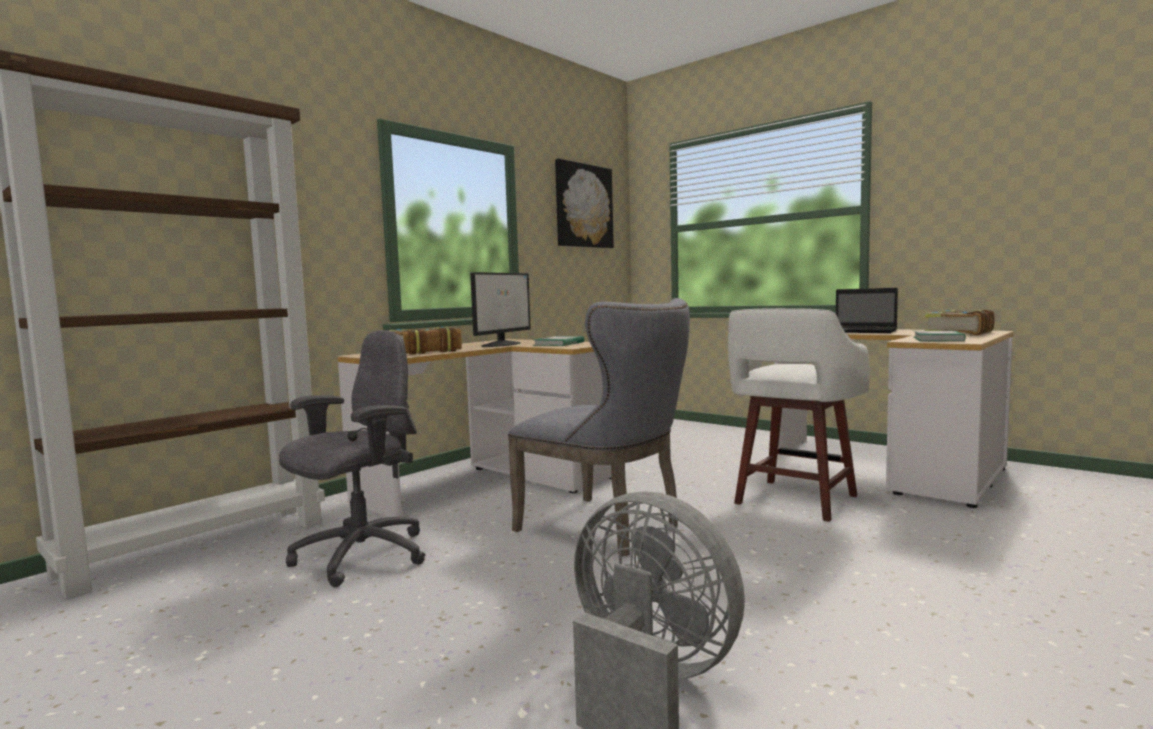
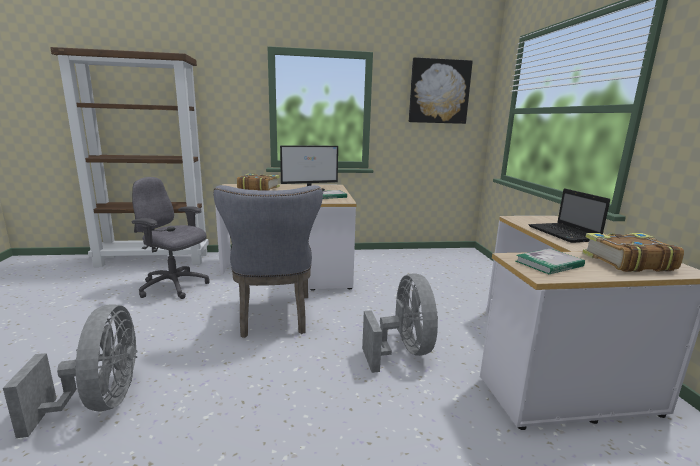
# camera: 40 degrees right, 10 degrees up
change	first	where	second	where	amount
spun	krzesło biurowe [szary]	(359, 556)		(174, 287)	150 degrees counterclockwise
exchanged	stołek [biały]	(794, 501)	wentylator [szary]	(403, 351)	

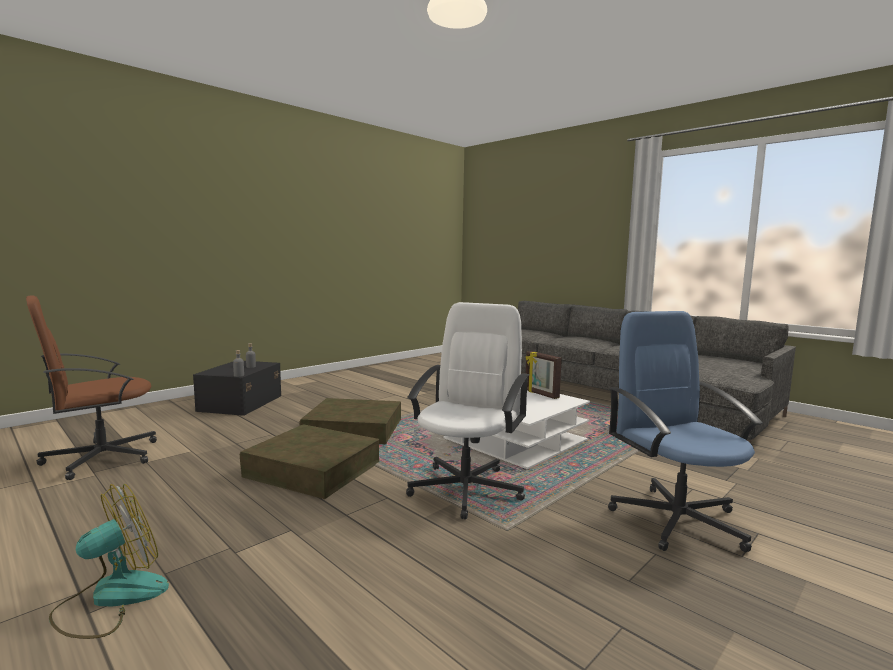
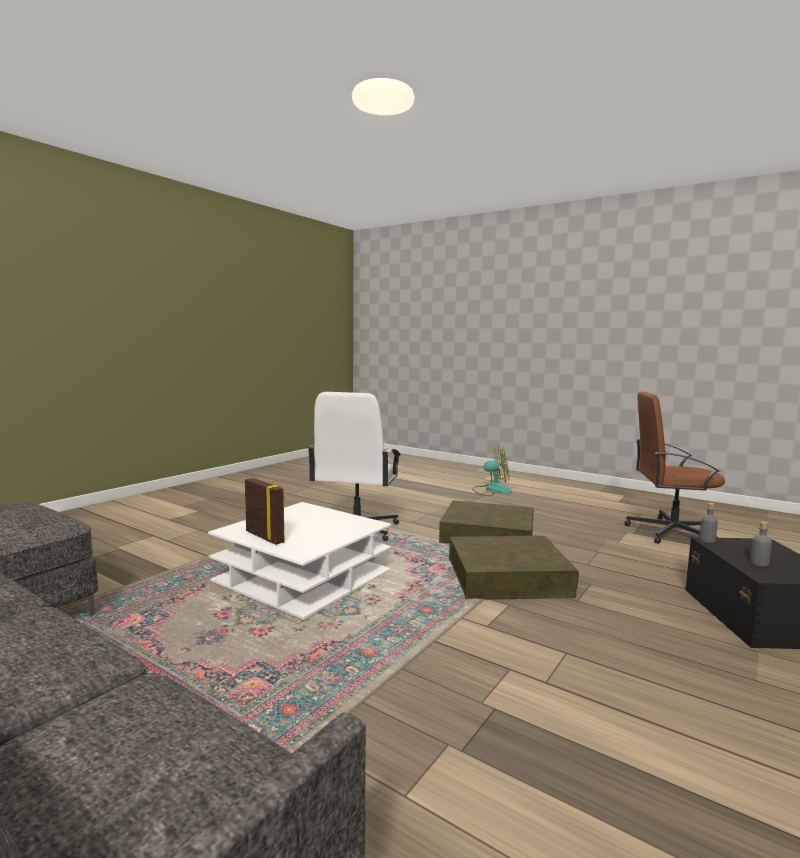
# camera: 170 degrees right, 0 degrees up
change	first	where	second	where	amount
spun	wentylator	(111, 598)		(491, 490)	120 degrees counterclockwise
spun	krzesło biurowe [brązowy]	(100, 458)		(670, 532)	120 degrees counterclockwise
missing	krzesło biurowe [niebieski]	(677, 519)			

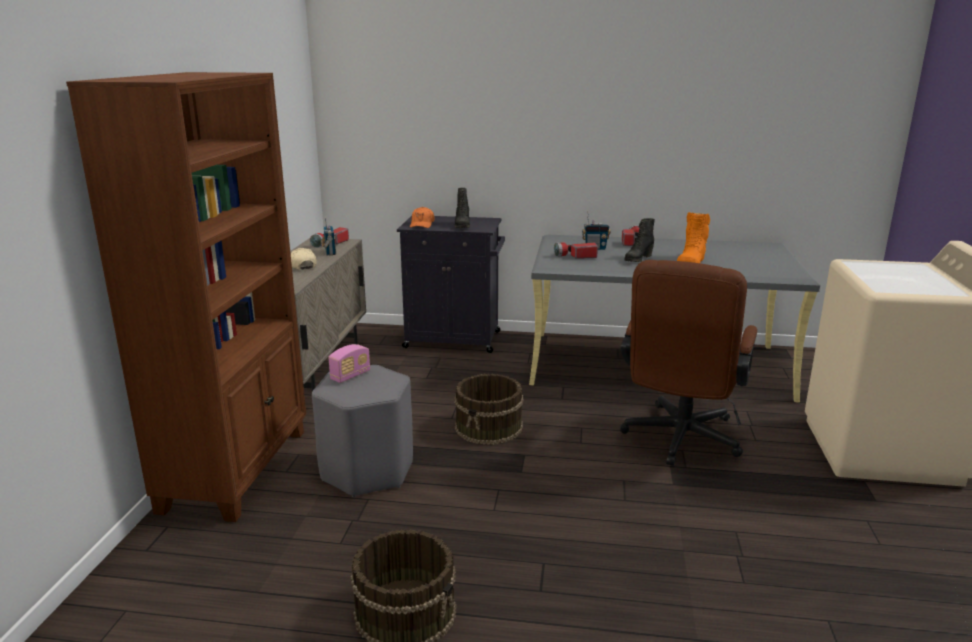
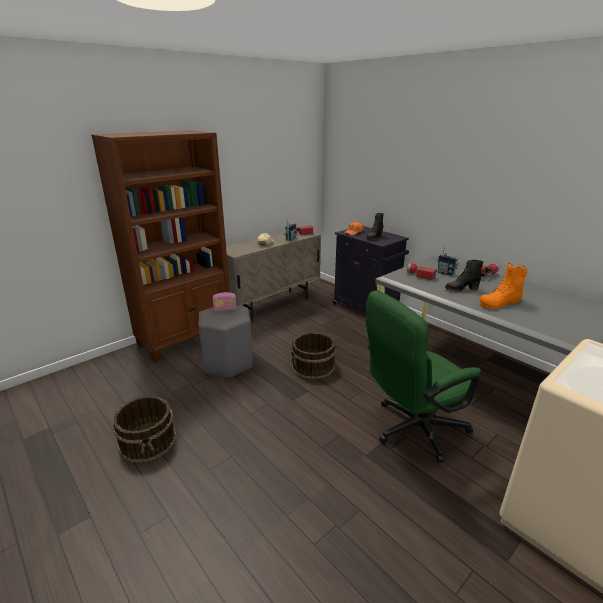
# camera: 40 degrees right, 5 degrees up
change	first	where	second	where	amount
colour	krzesło biurowe [brązowy]	(679, 441)	krzesło biurowe [zielony]	(412, 429)	

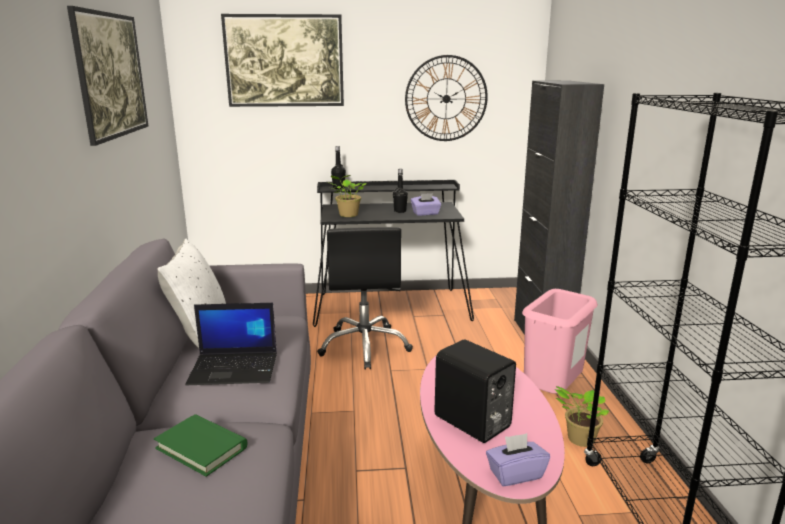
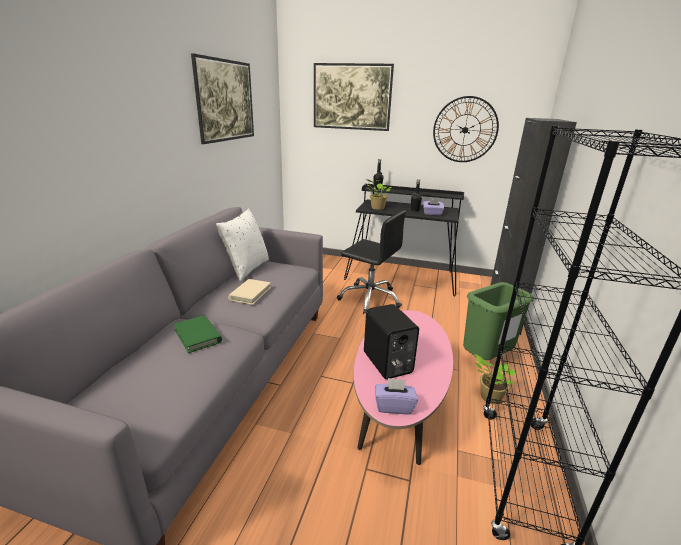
# camera: 20 degrees right, 5 degrees up
change	first	where	second	where	amount
exchanged	laptop	(235, 368)	książka [beżowy]	(250, 293)	
spun	krzesło biurowe [czarny]	(365, 346)		(370, 298)	75 degrees counterclockwise
colour	kosz na śmieci [różowy]	(552, 395)	kosz na śmieci [zielony]	(486, 360)	

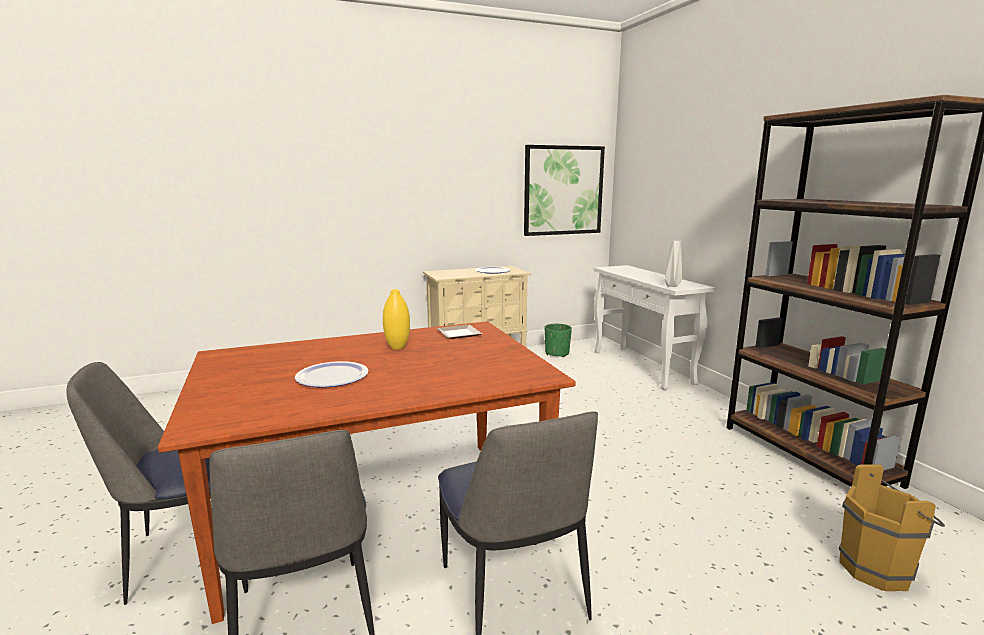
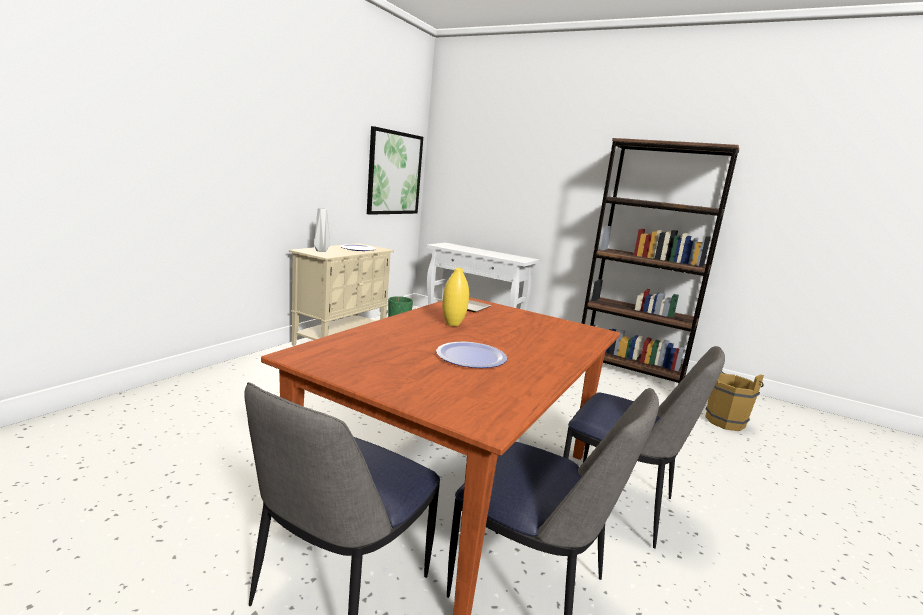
# camera: 40 degrees left, 0 degrees up
change	first	where	second	where	amount
relocated	wazon [szary]	(672, 285)		(321, 251)	

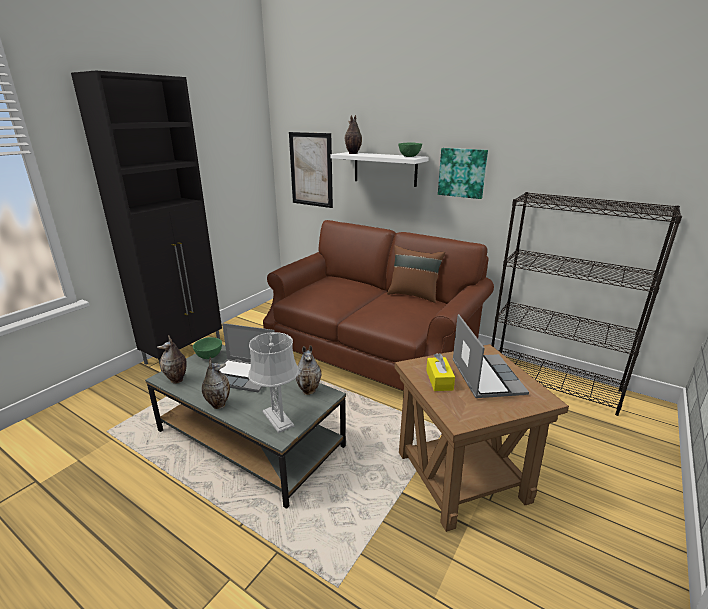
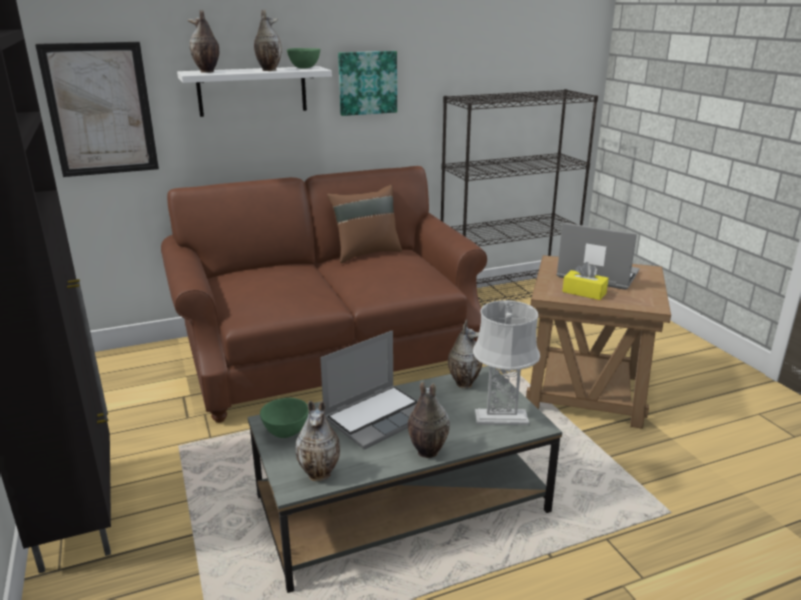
# camera: 55 degrees left, 0 degrees up
change	first	where	second	where	amount
appeared			wazon	(268, 70)	

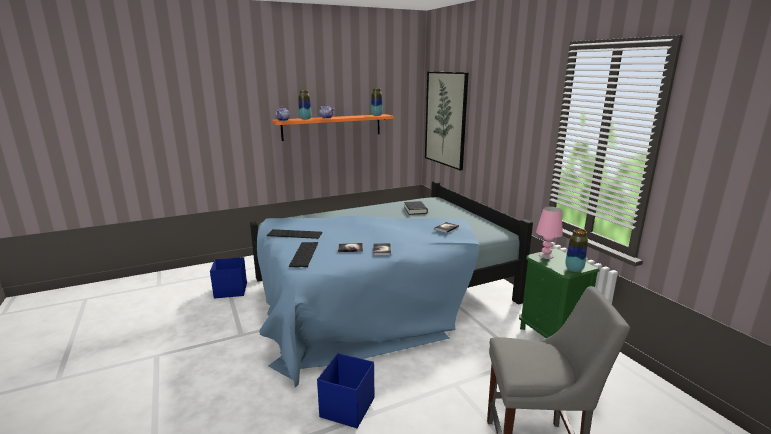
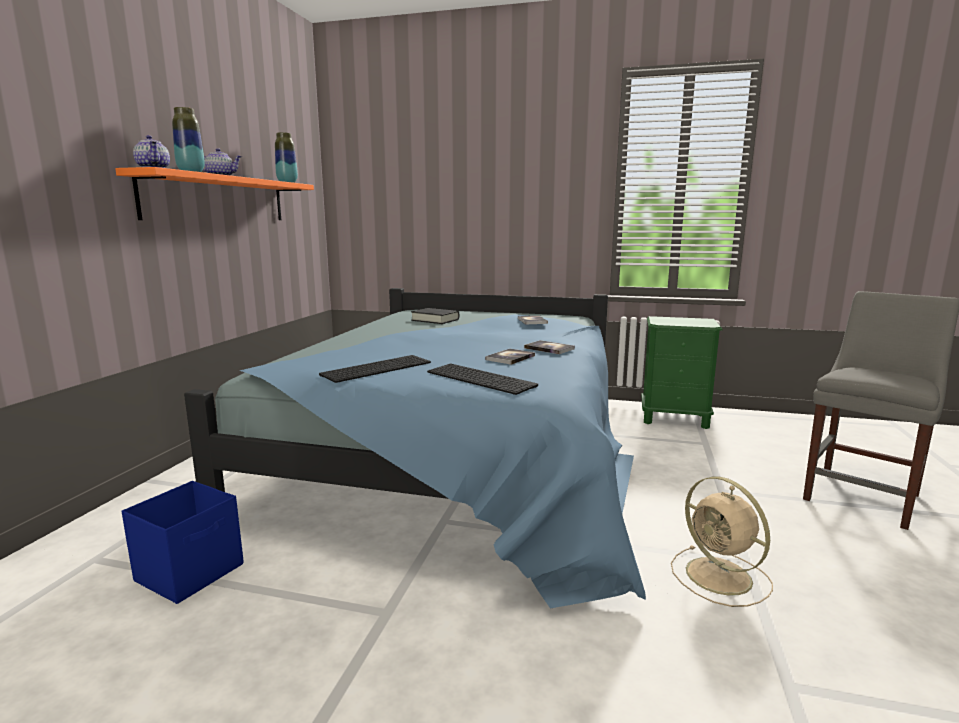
# camera: 50 degrees left, 5 degrees down
change	first	where	second	where	amount
exchanged	pojemnik do przechowywania [niebieski]	(346, 408)	wentylator [beżowy]	(721, 577)	
missing	obraz	(445, 119)			
missing	lampa stołowa [różowy]	(546, 256)			
missing	wazon	(574, 269)			

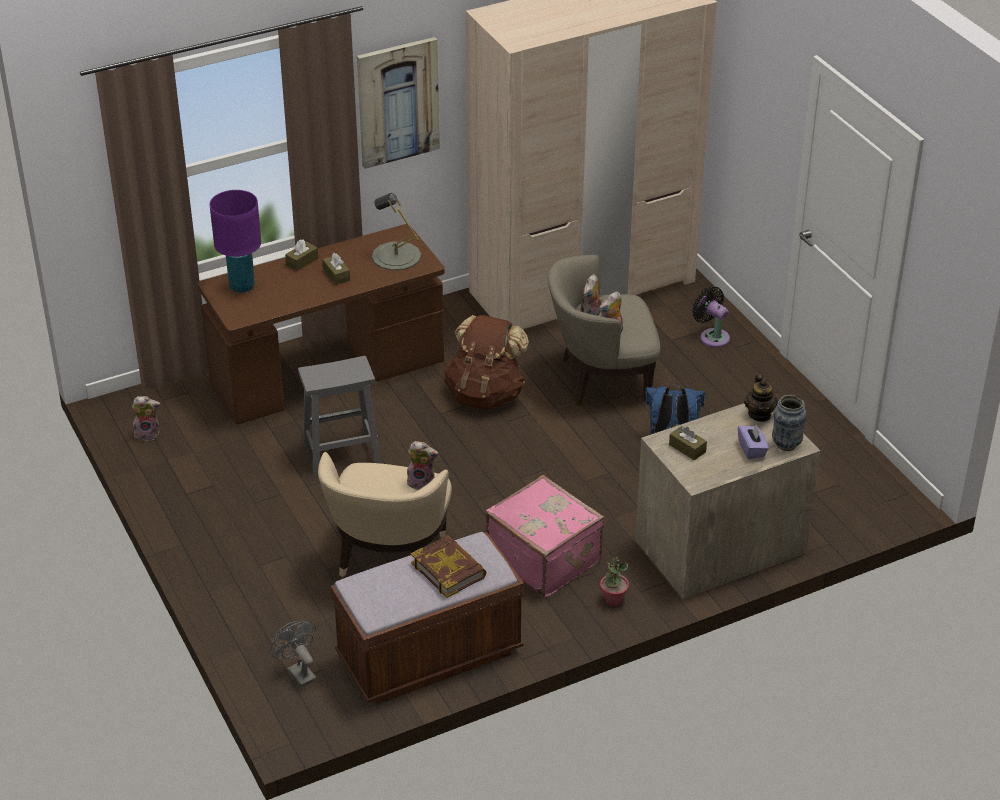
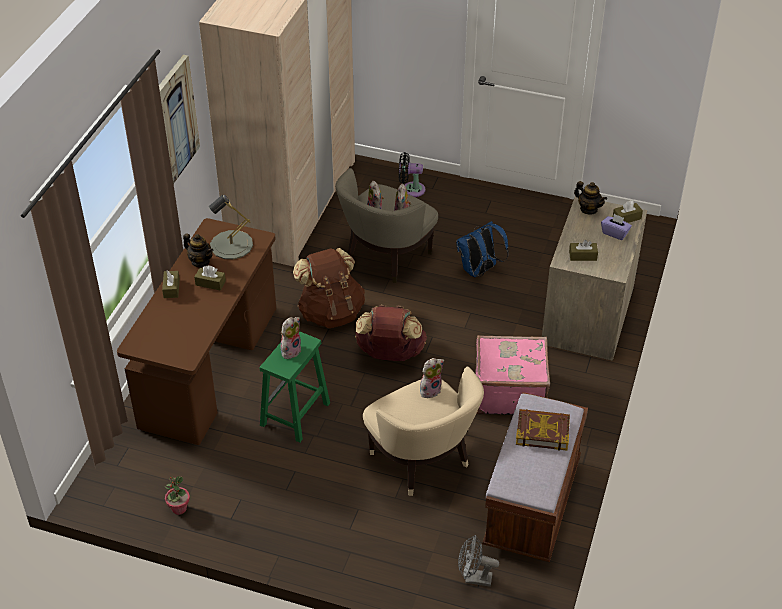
# camera: 45 degrees left, 5 degrees up
change	first	where	second	where	amount
relocated	roślina doniczkowa	(613, 600)		(179, 508)	
appeared			imbryk	(200, 261)	
colour	stołek [szary]	(340, 453)	stołek [zielony]	(295, 415)	
relocated	pluszak	(148, 433)		(290, 350)	
appeared			plecak [brązowy]	(390, 354)	
exchanged	wazon	(786, 444)	pudełko chusteczek [brązowy]	(626, 218)	
missing	lampa stołowa [fioletowy]	(242, 286)			

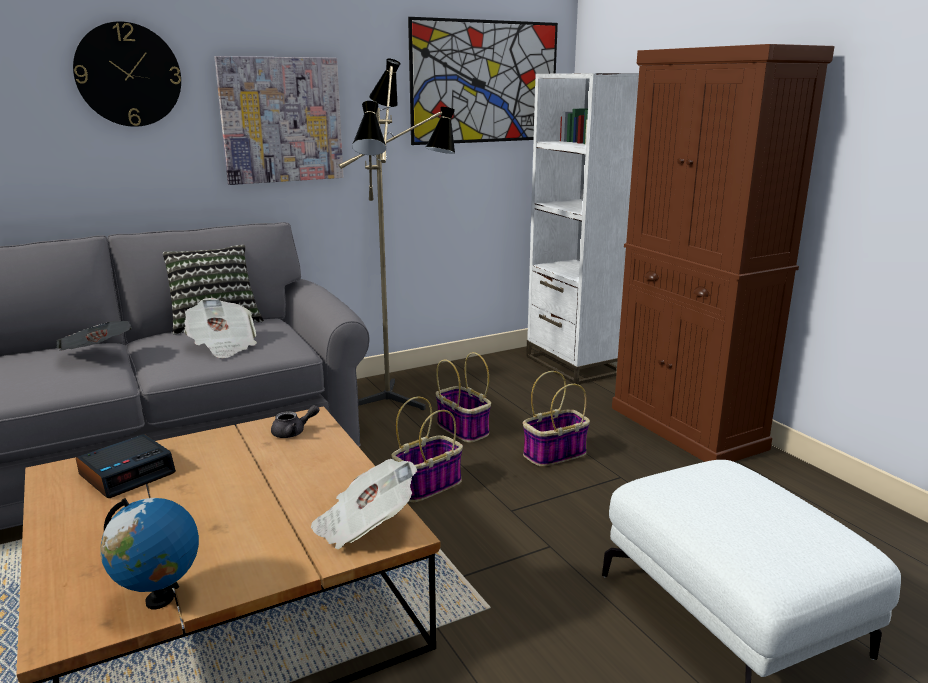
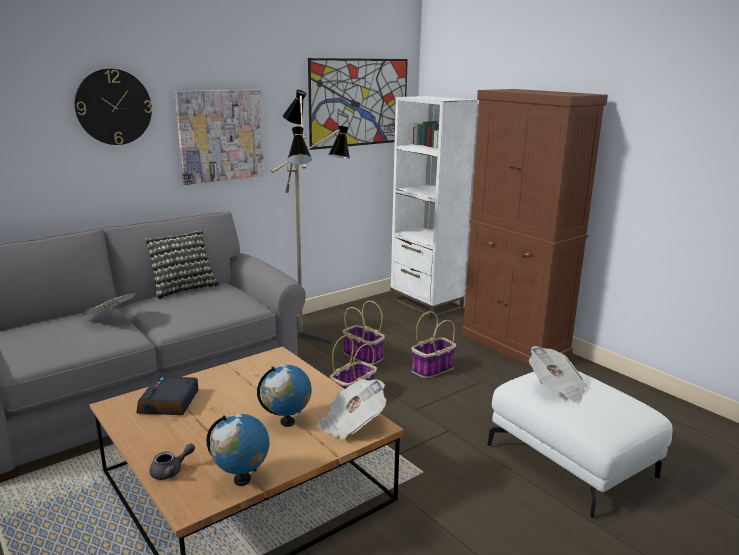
# camera: 10 degrees left, 0 degrees up
change	first	where	second	where	amount
spun	budzik	(128, 474)		(169, 403)	150 degrees clockwise
relocated	imbryk [szary]	(293, 432)		(171, 471)	
appeared			globus	(287, 422)	
relocated	gazeta	(223, 346)		(556, 388)	

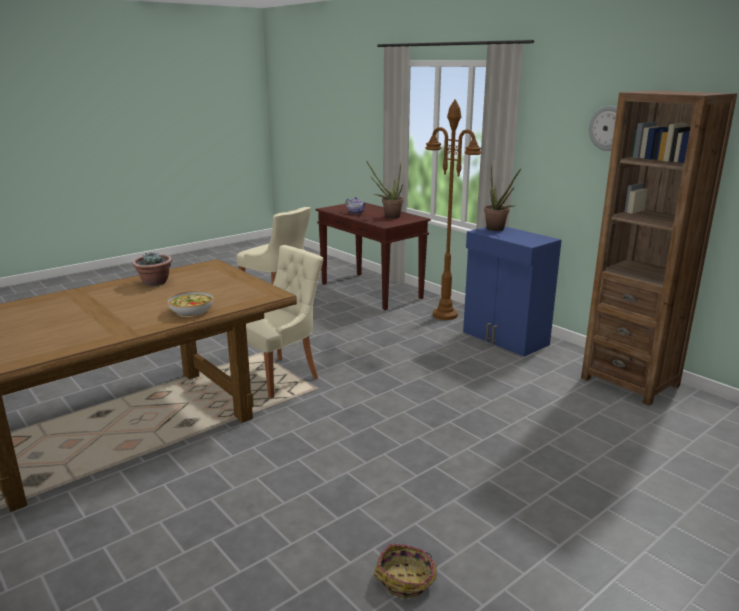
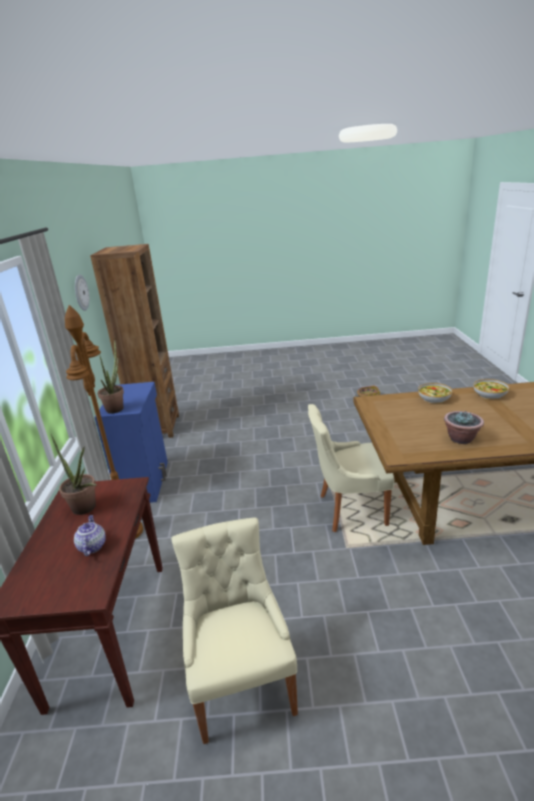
# camera: 140 degrees left, 5 degrees up
change	first	where	second	where	amount
appeared			miska	(489, 394)	

